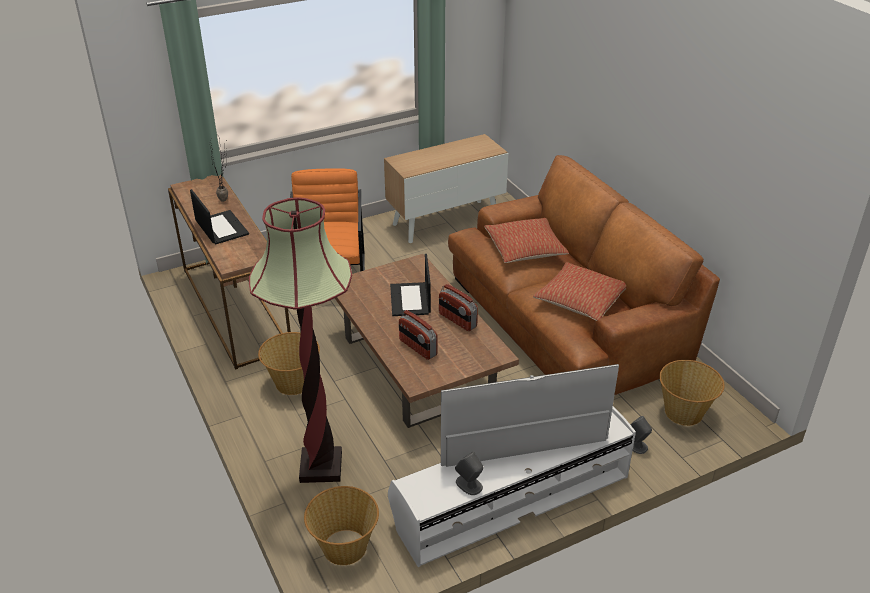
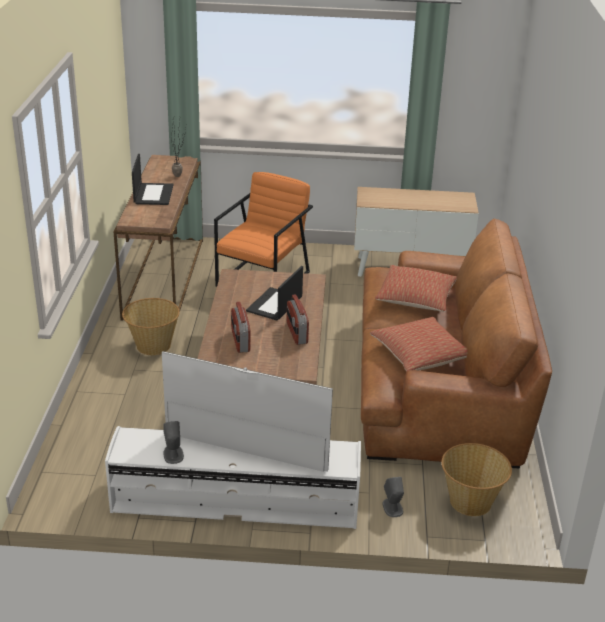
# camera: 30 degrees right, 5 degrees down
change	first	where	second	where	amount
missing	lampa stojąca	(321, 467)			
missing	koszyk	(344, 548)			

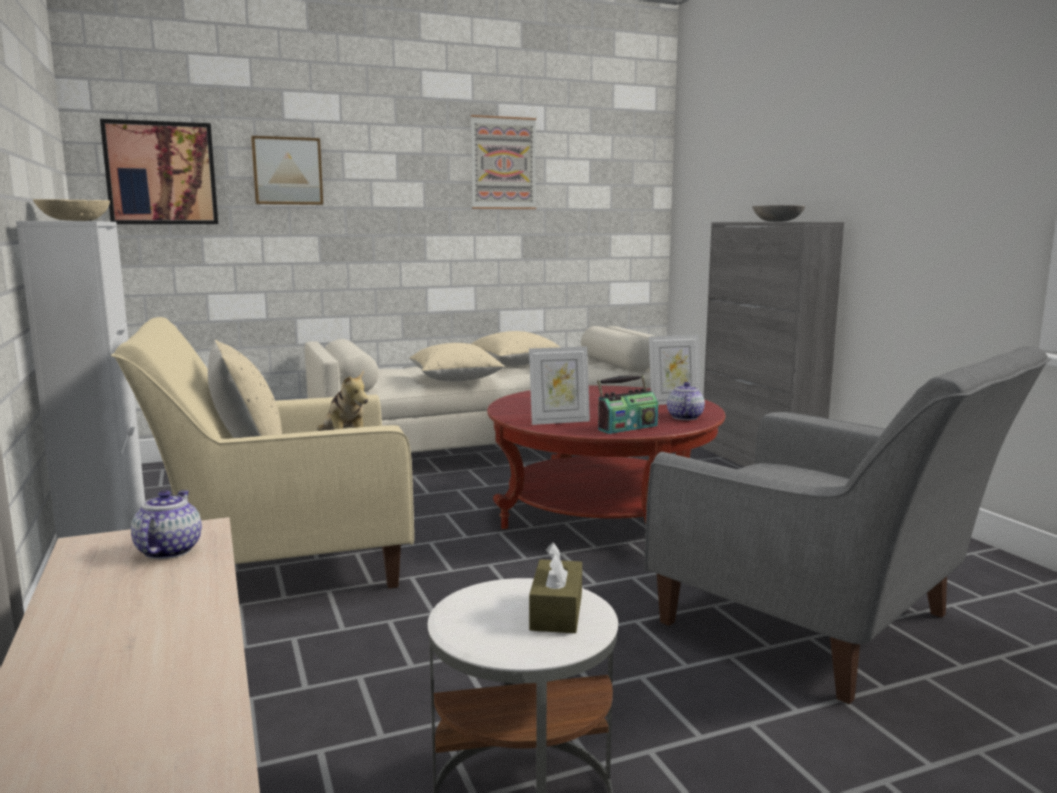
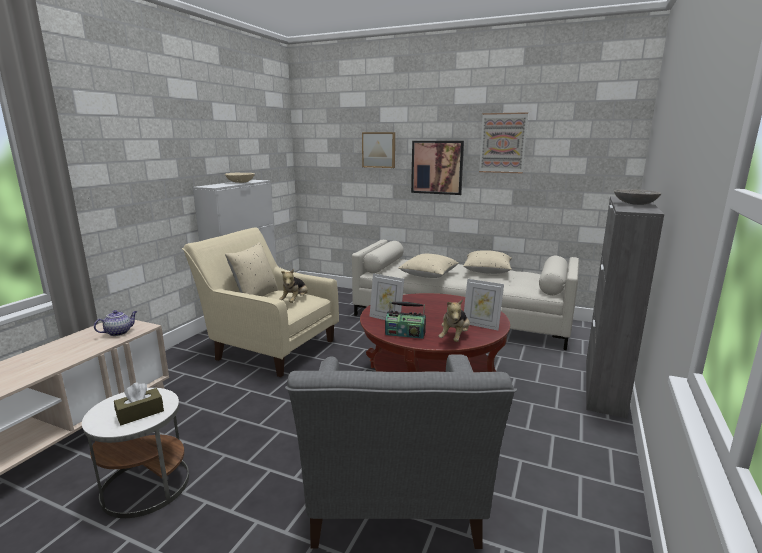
# camera: 45 degrees right, 5 degrees up
change	first	where	second	where	amount
relocated	obraz	(161, 173)		(437, 167)	
exchanged	imbryk	(684, 417)	pluszak	(454, 338)	

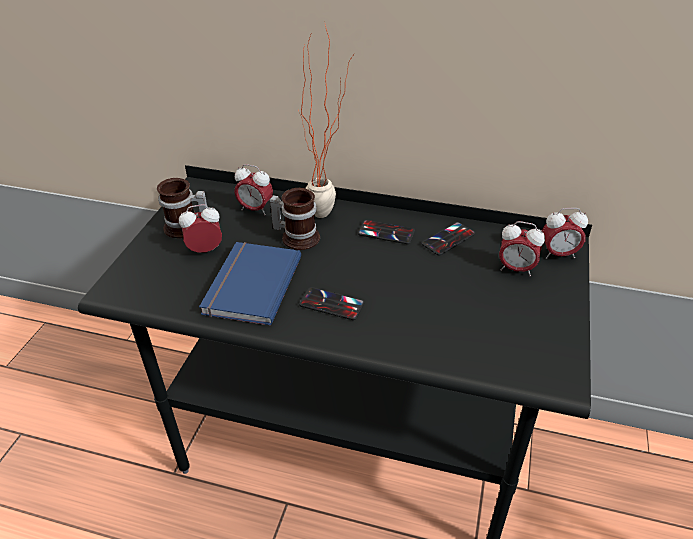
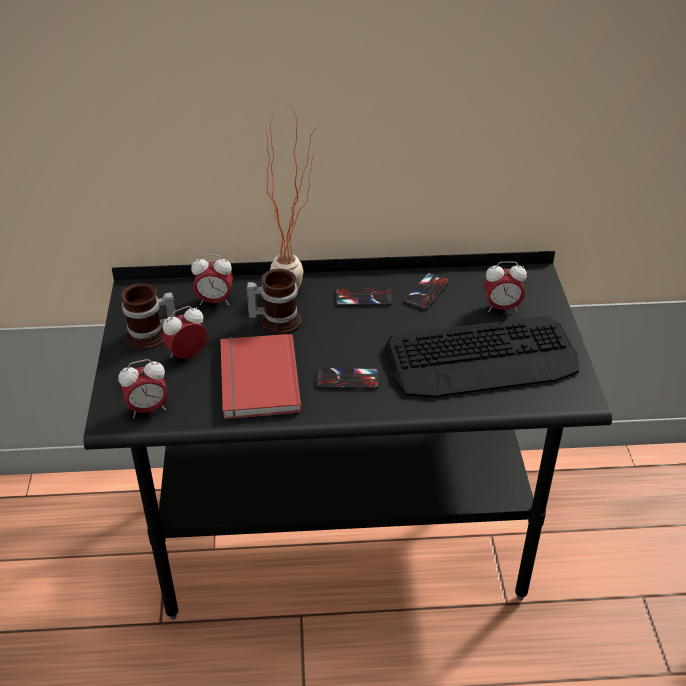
# camera: 20 degrees left, 0 degrees up
change	first	where	second	where	amount
relocated	budzik	(558, 254)		(148, 409)	
colour	książka [niebieski]	(249, 285)	książka [czerwony]	(255, 379)	
appeared			klawiatura	(482, 359)	

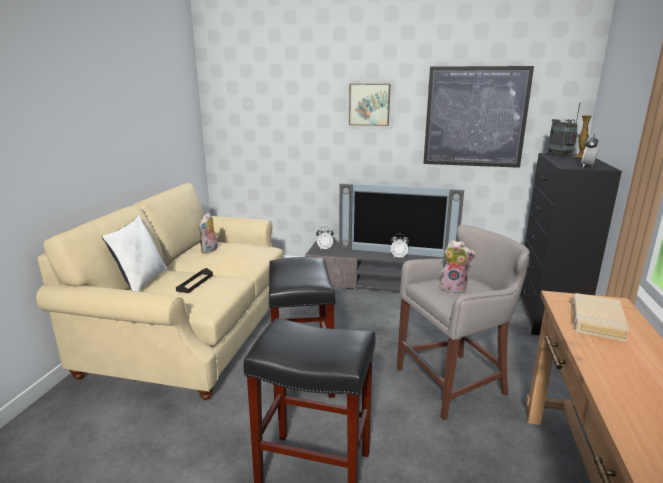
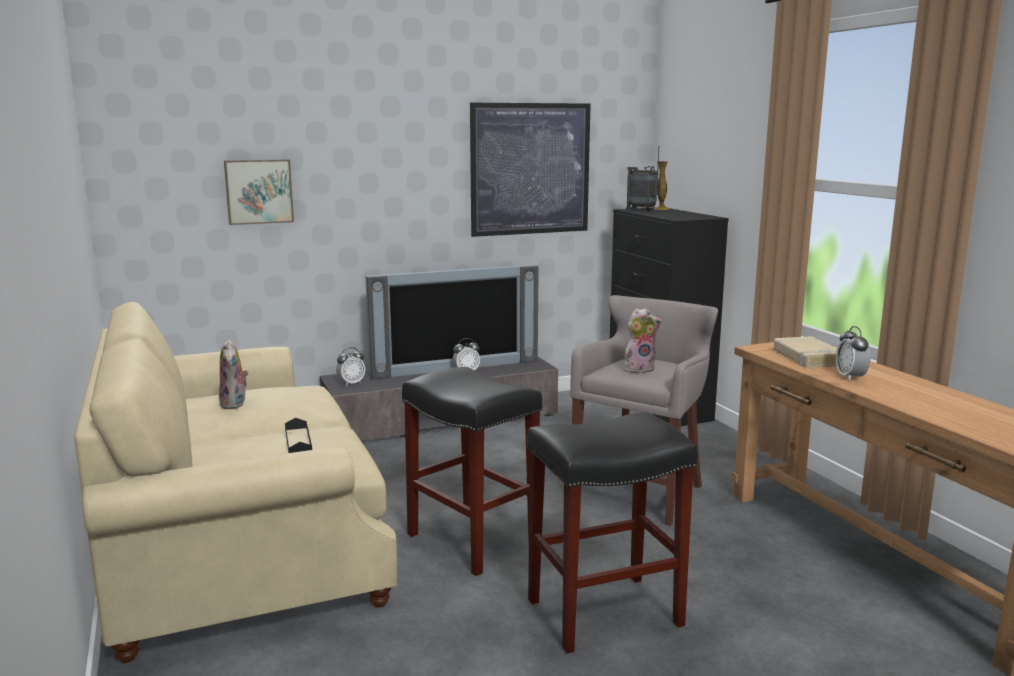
# camera: 35 degrees left, 5 degrees down
change	first	where	second	where	amount
relocated	obraz	(369, 104)		(259, 191)	
relocated	budzik	(587, 166)		(850, 377)	
missing	poduszka [biały]	(141, 282)			

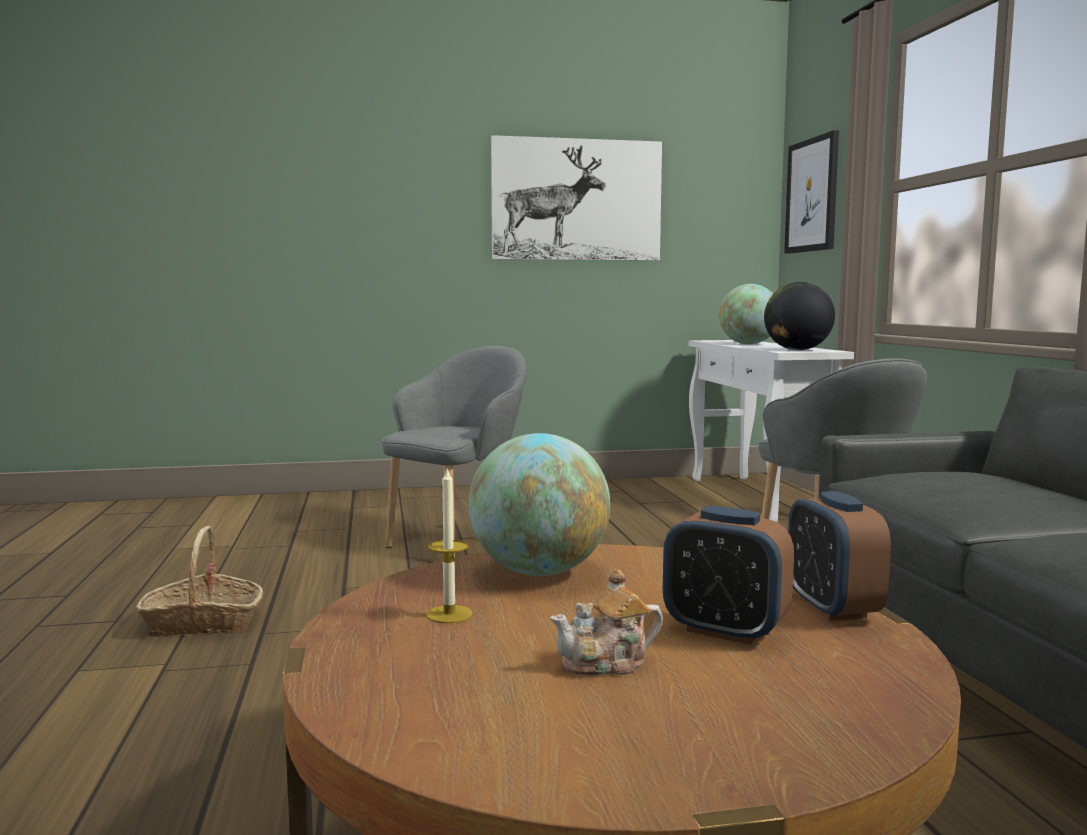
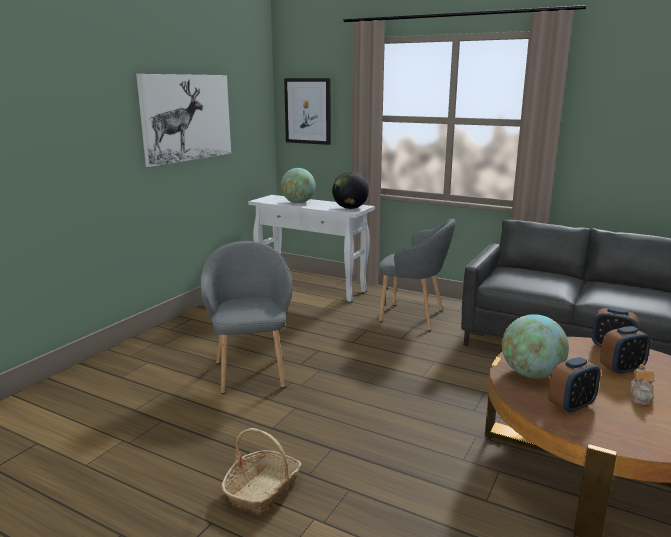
# camera: 50 degrees left, 10 degrees up
change	first	where	second	where	amount
exchanged	świeca	(449, 614)	budzik	(571, 406)	

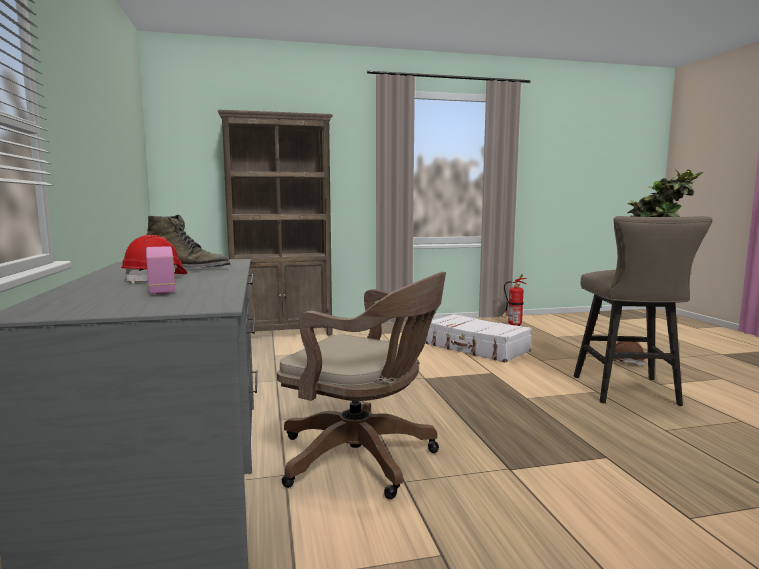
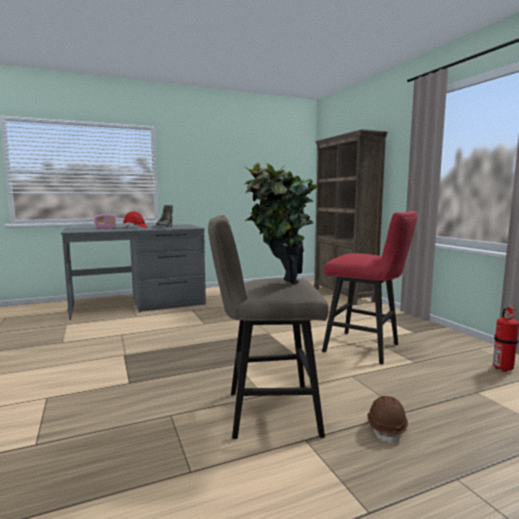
# camera: 80 degrees right, 0 degrees up
change	first	where	second	where	amount
exchanged	walizka [biały]	(476, 348)	stołek [czerwony]	(367, 348)	
missing	krzesło biurowe [brązowy]	(364, 459)			

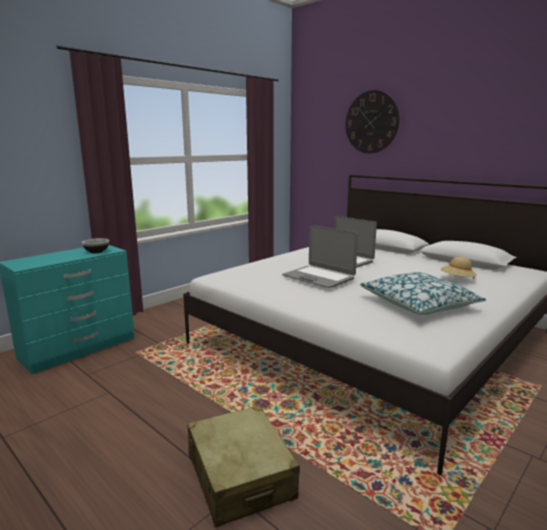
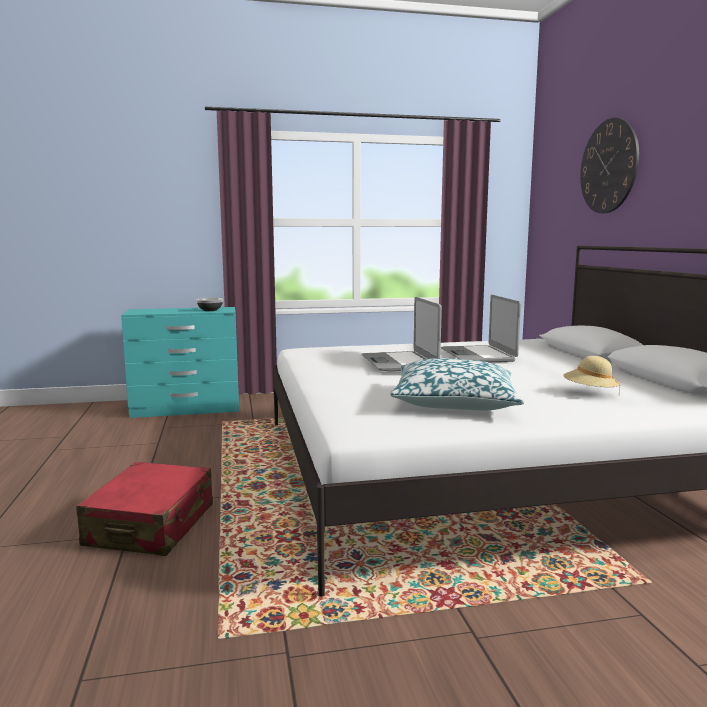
# camera: 35 degrees right, 5 degrees down
change	first	where	second	where	amount
colour	walizka [beżowy]	(240, 476)	walizka [czerwony]	(151, 525)	

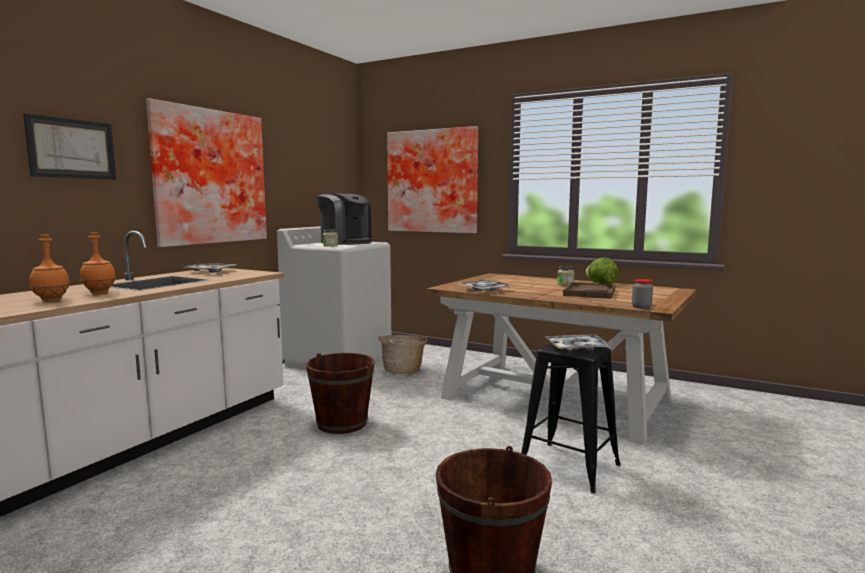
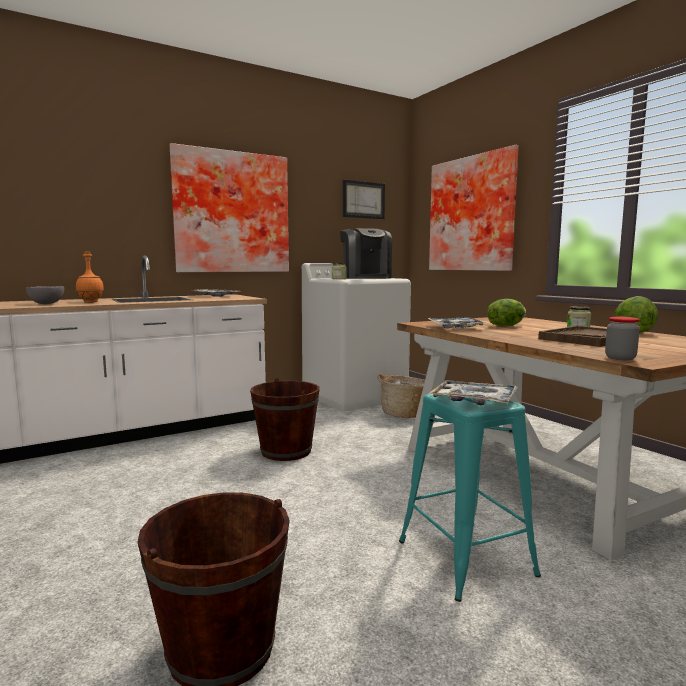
# camera: 30 degrees right, 0 degrees up
change	first	where	second	where	amount
exchanged	butelka [pomarańczowy]	(51, 300)	miska [szary]	(47, 304)	
relocated	obraz	(72, 148)		(363, 200)	
colour	stołek [czarny]	(570, 467)	stołek [turkusowy]	(466, 558)	
appeared			sałata	(505, 326)	

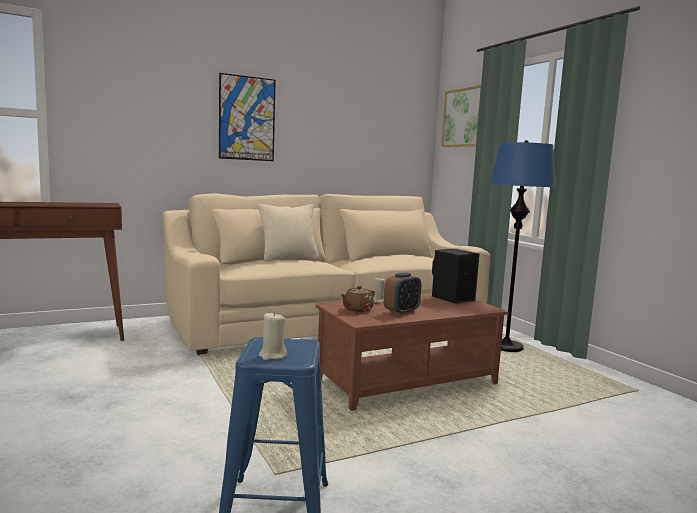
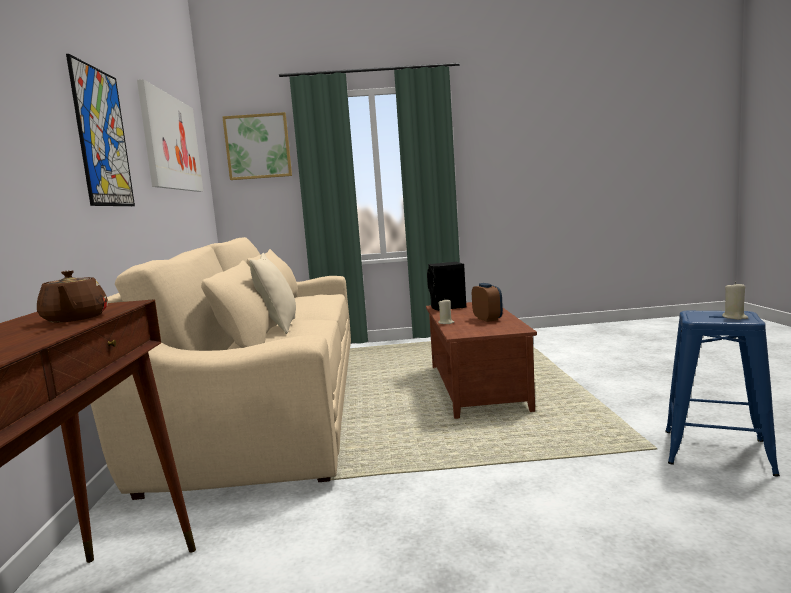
# camera: 65 degrees left, 0 degrees up
change	first	where	second	where	amount
relocated	imbryk [brązowy]	(357, 309)		(75, 319)	
appeared			obraz	(171, 143)	
missing	lampa stojąca [niebieski]	(506, 347)			

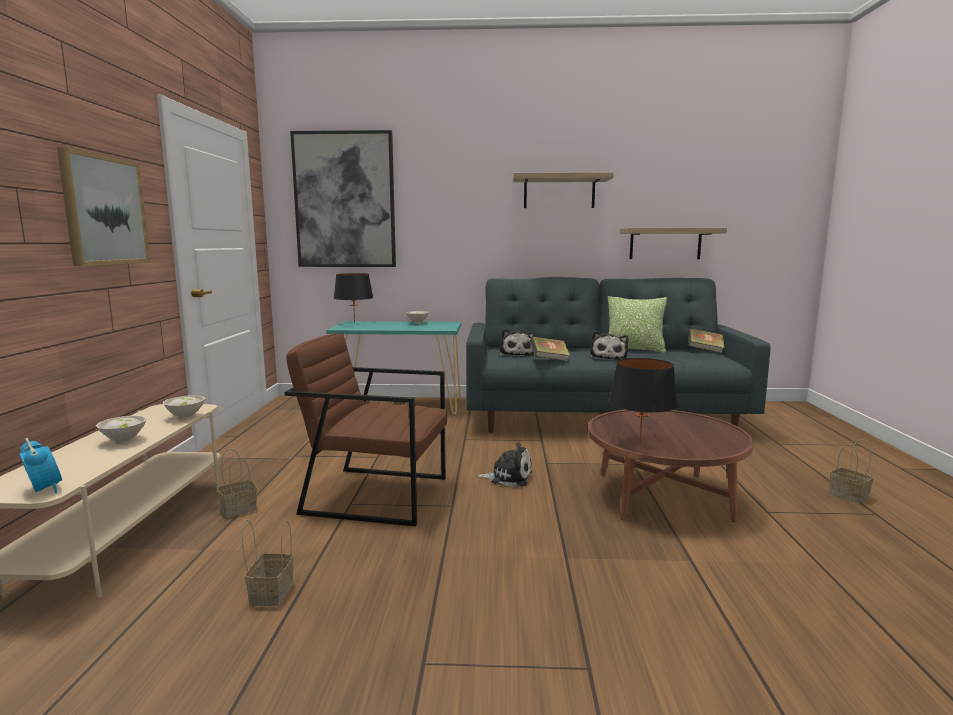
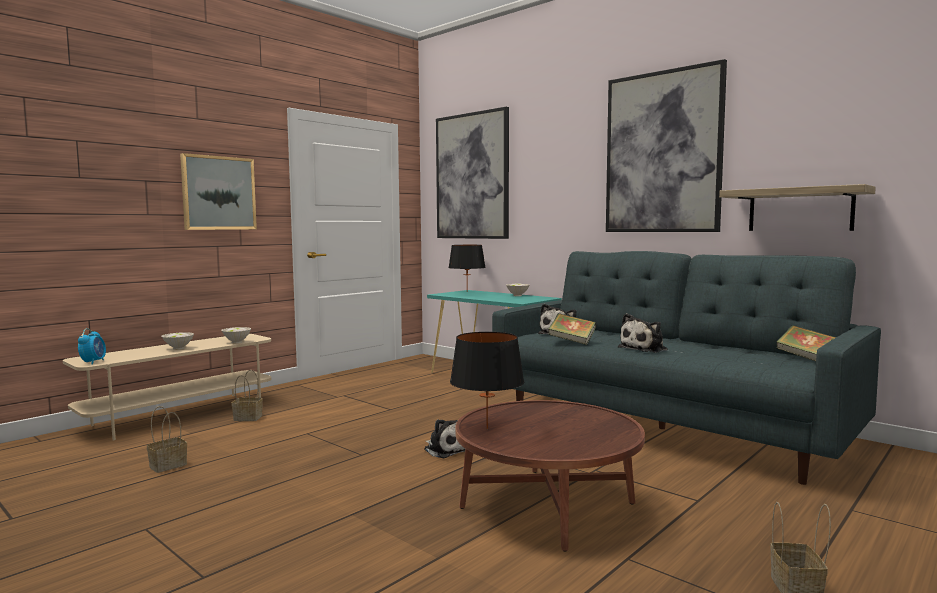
# camera: 40 degrees right, 5 degrees down
change	first	where	second	where	amount
exchanged	półka	(559, 192)	obraz	(663, 152)	
missing	fotel [brązowy]	(376, 494)			
missing	poduszka	(634, 350)			

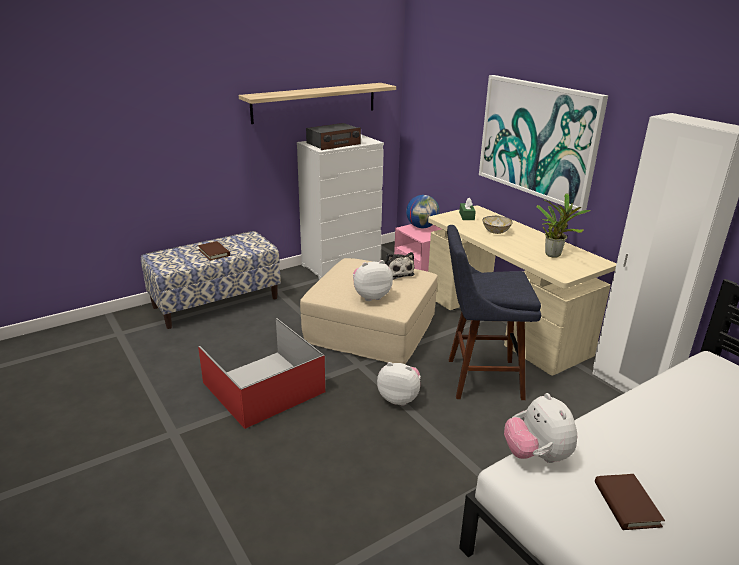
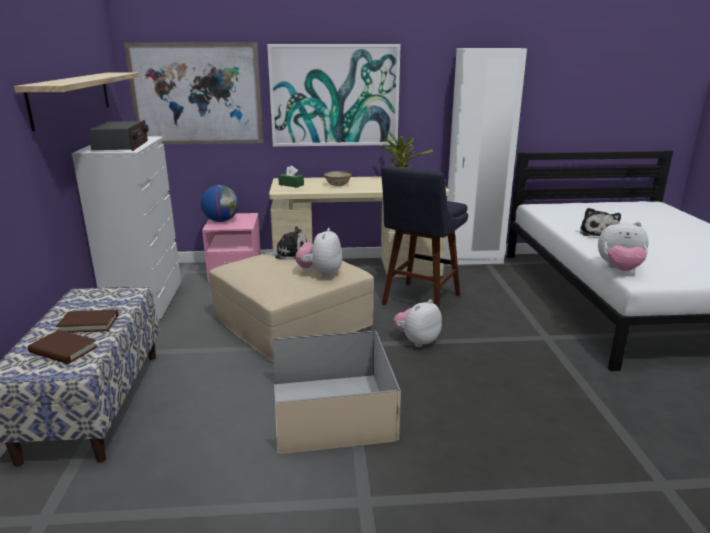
# camera: 60 degrees left, 5 degrees down
change	first	where	second	where	amount
relocated	książka [brązowy]	(626, 504)		(63, 350)	
appeared			obraz	(196, 94)	
colour	pojemnik do przechowywania [czerwony]	(265, 386)	pojemnik do przechowywania [beżowy]	(331, 409)	
appeared			pluszak	(597, 233)	

